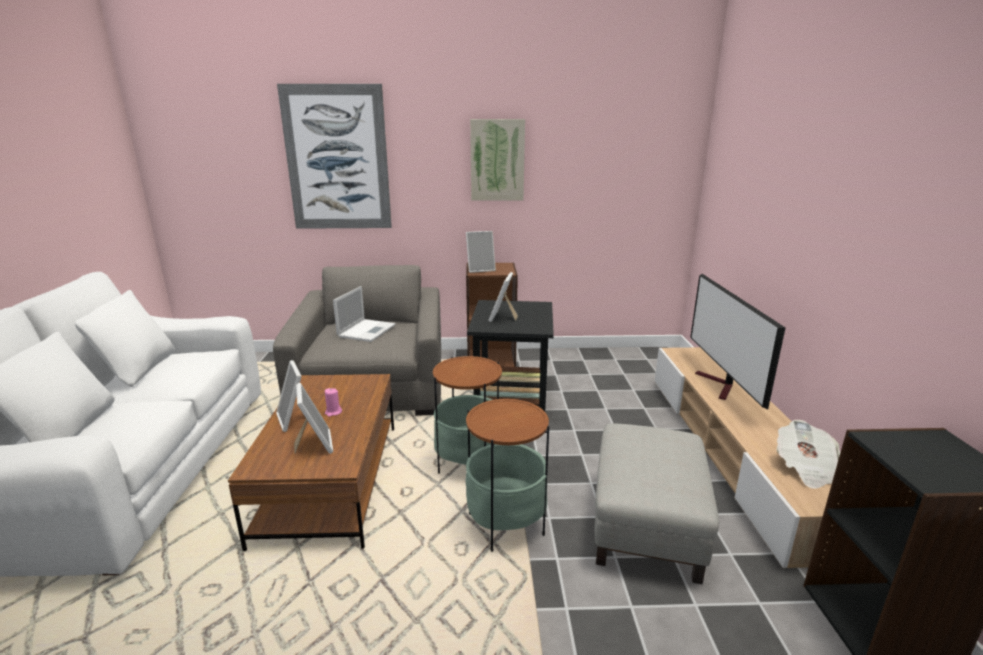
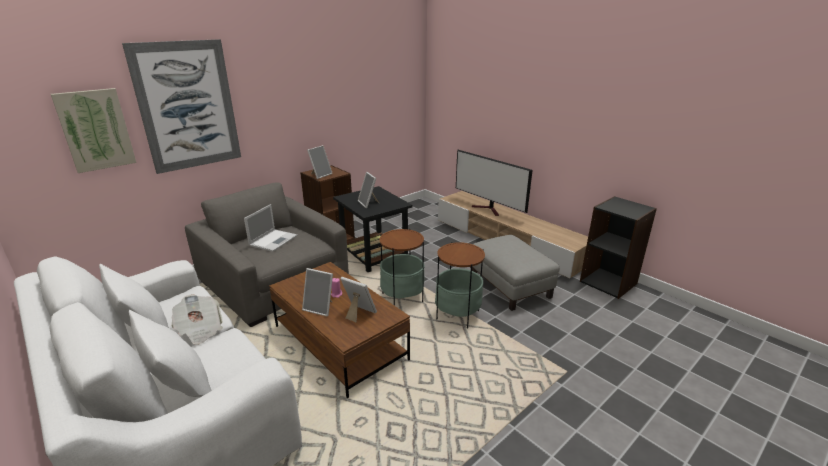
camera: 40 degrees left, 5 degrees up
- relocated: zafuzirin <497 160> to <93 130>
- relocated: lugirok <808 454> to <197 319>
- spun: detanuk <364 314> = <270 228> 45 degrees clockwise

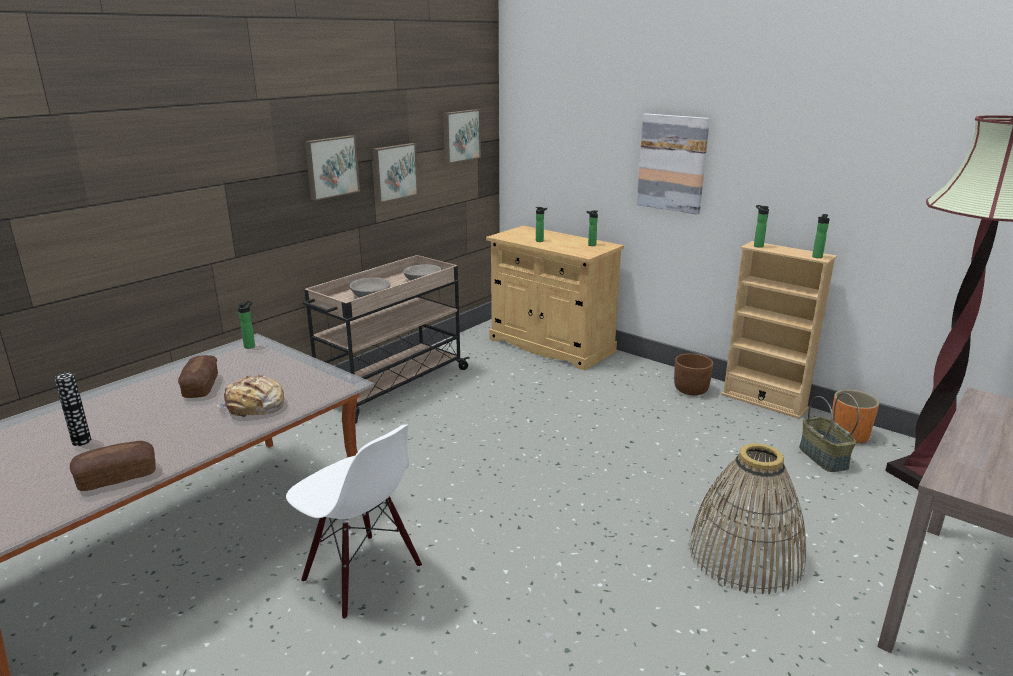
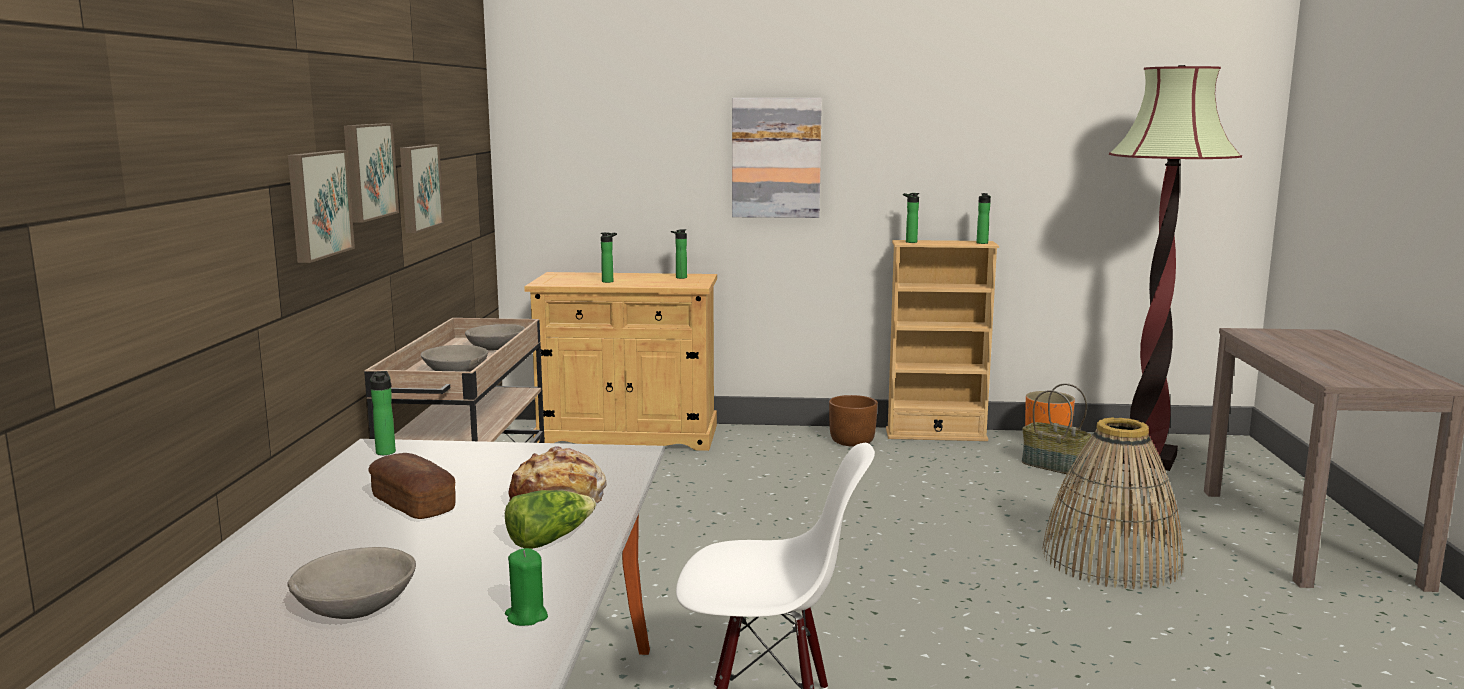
camera: 35 degrees left, 10 degrees down
- appeared: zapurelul <550 519>
- relocated: zafuzirin <462 136> to <321 206>
- exchanged: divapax <72 409> to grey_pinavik <351 583>
- exchanged: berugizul <113 466> to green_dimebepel <526 587>

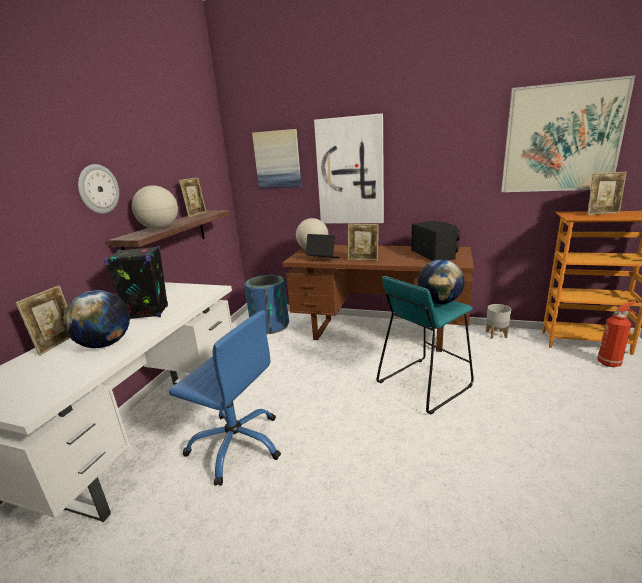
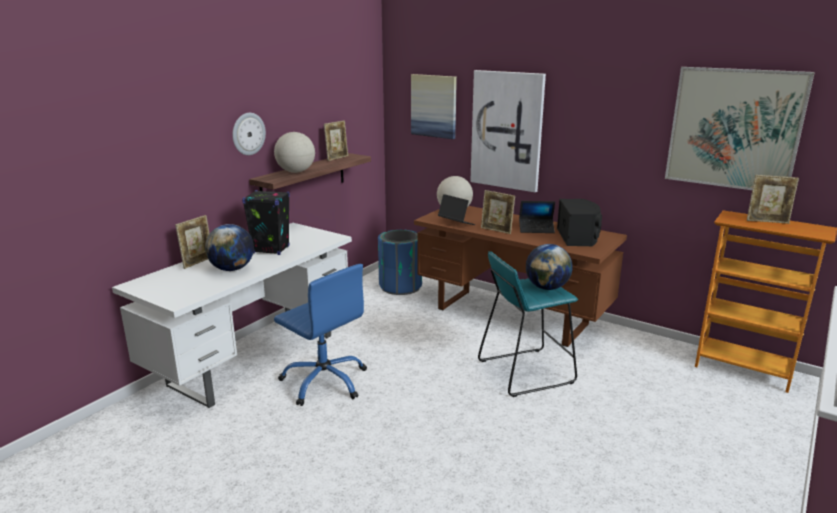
camera: 15 degrees right, 0 degrees up
- missing: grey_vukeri <498 321>
- missing: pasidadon <617 333>
- appeared: detanuk <537 217>

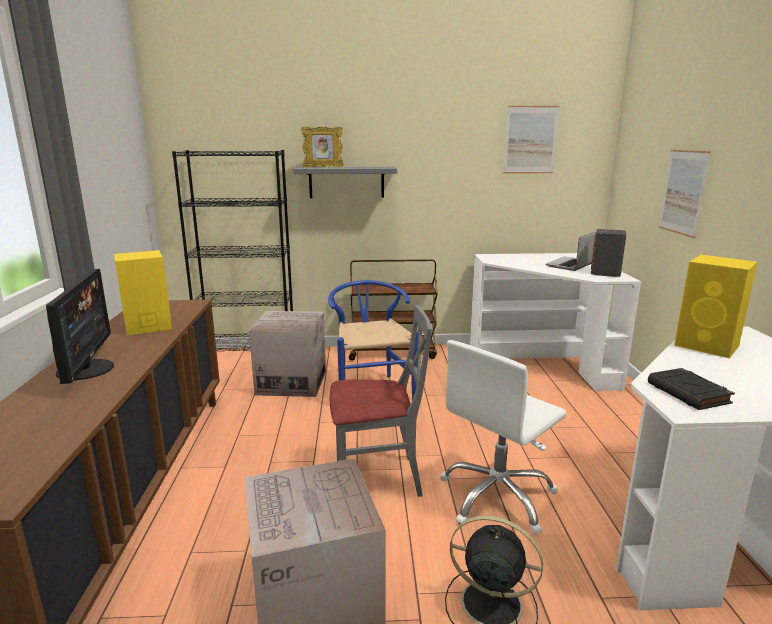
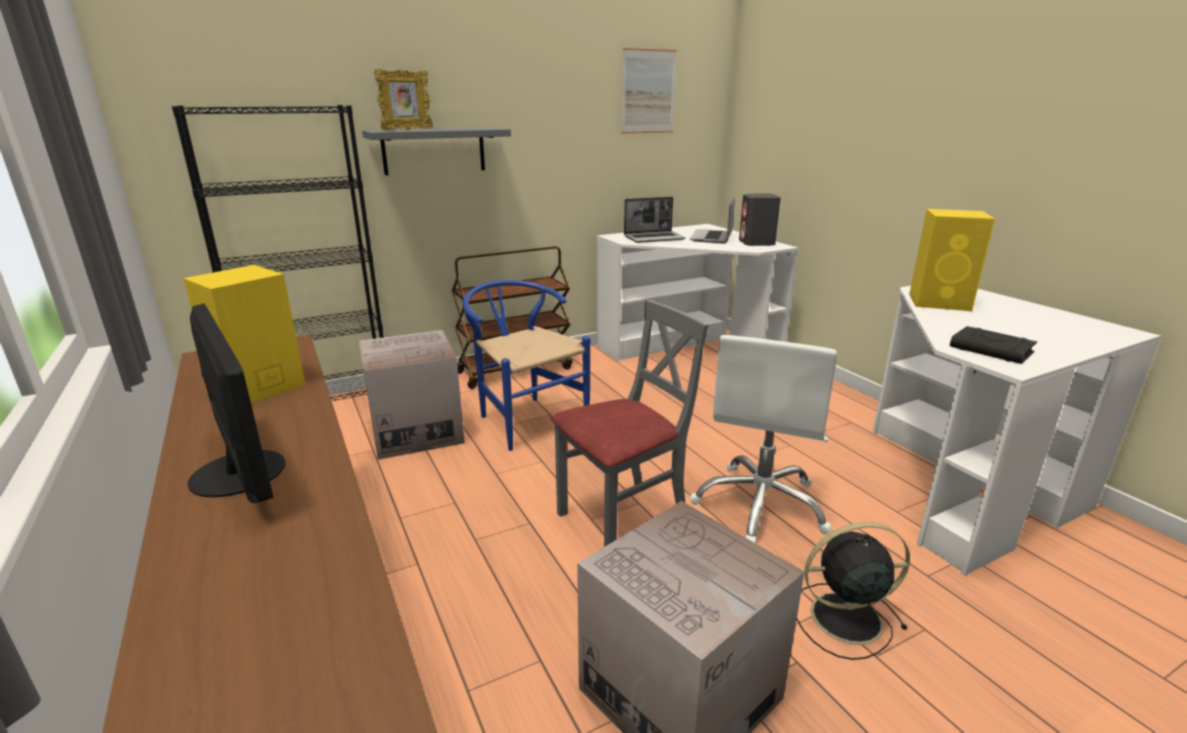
camera: 25 degrees left, 5 degrees up
- missing: zafuzirin <685 194>
- appeared: detanuk <655 220>

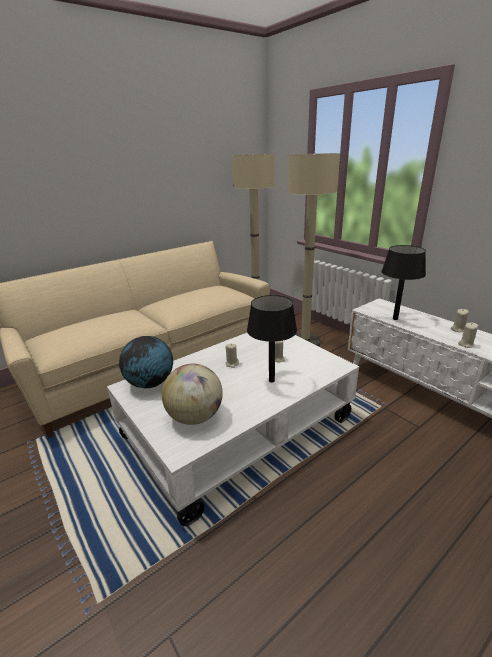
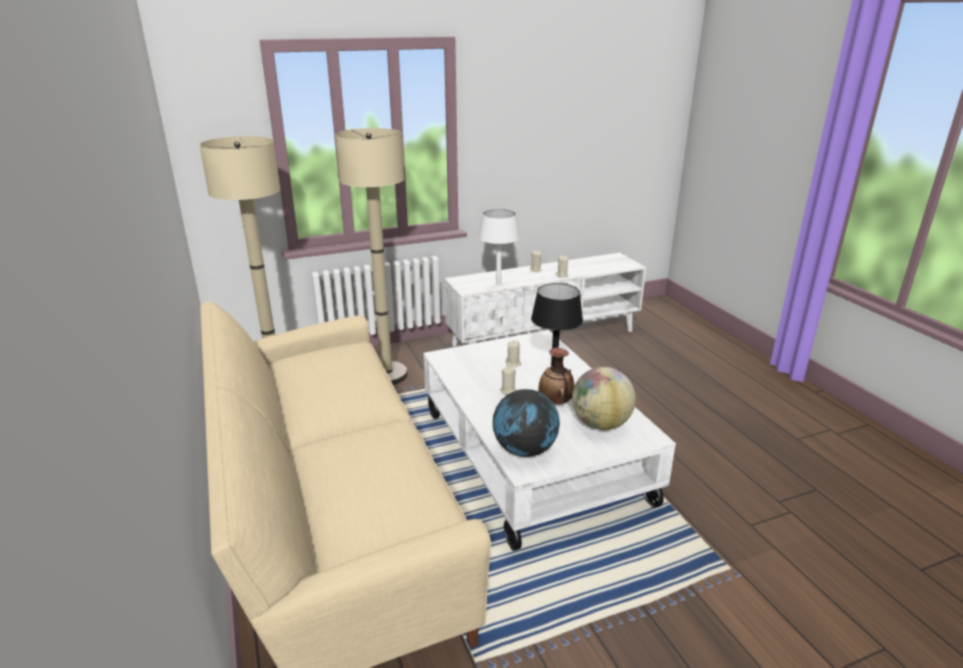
camera: 75 degrees left, 0 degrees up
- appeared: divapax <556 376>
- colour: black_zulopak <403 282> to white_zulopak <499 247>

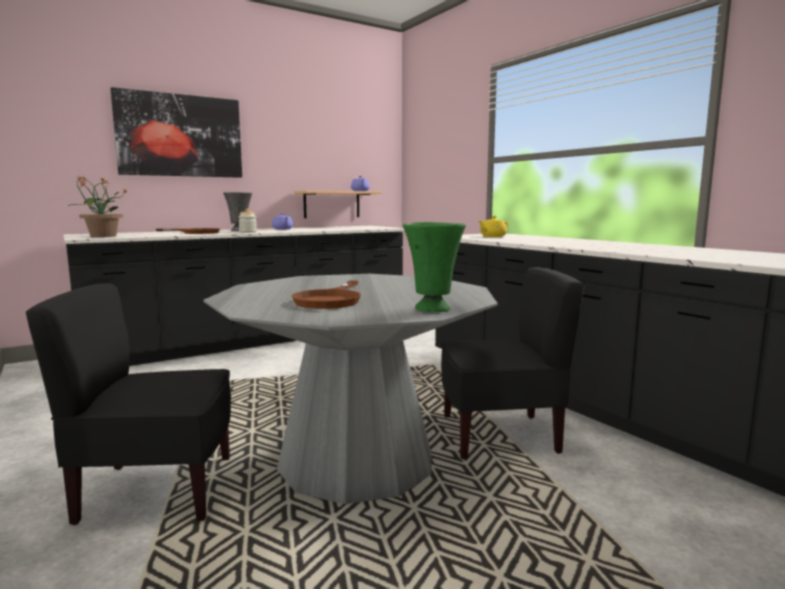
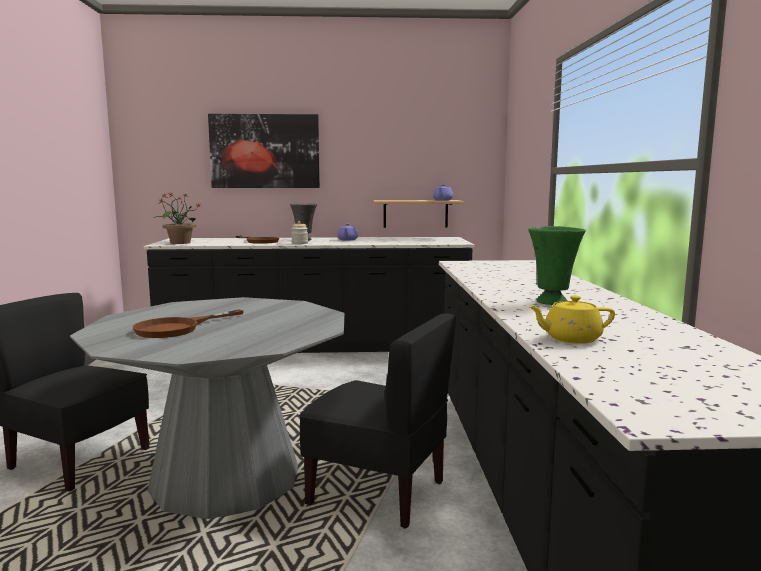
camera: 30 degrees right, 0 degrees up
- relocated: green_divapax <434 267> to <557 265>
- relocated: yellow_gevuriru <493 226> to <571 319>

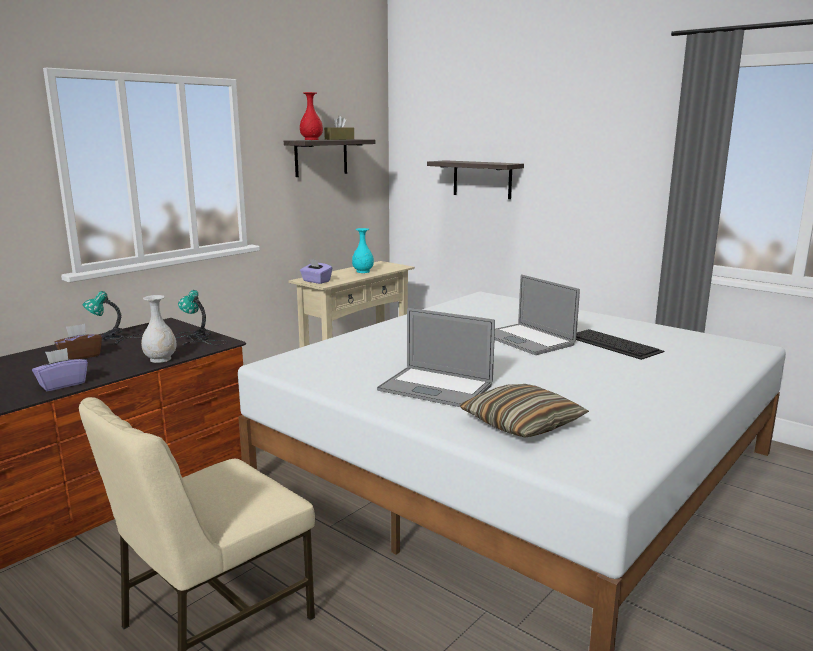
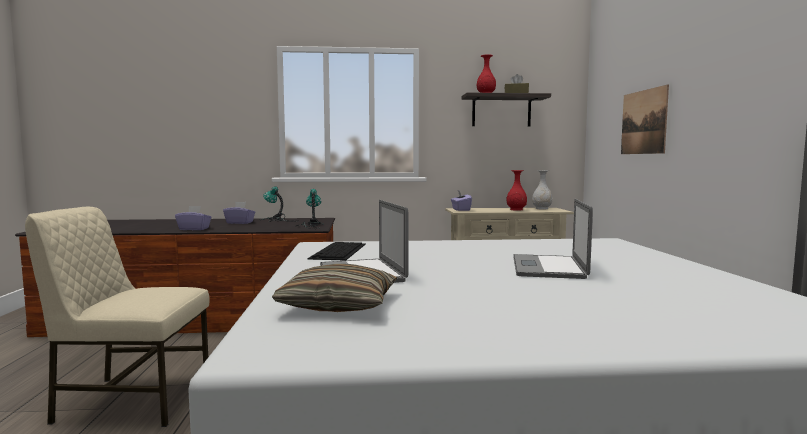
camera: 45 degrees right, 10 degrees down
- relocated: white_divapax <159 329> to <542 189>
- relocated: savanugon <620 344> to <336 251>
- exchanged: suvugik <475 179> to zafuzirin <645 119>
- colour: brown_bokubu <78 342> to purple_bokubu <239 213>
- colour: turquoise_divapax <363 250> to red_divapax <516 190>

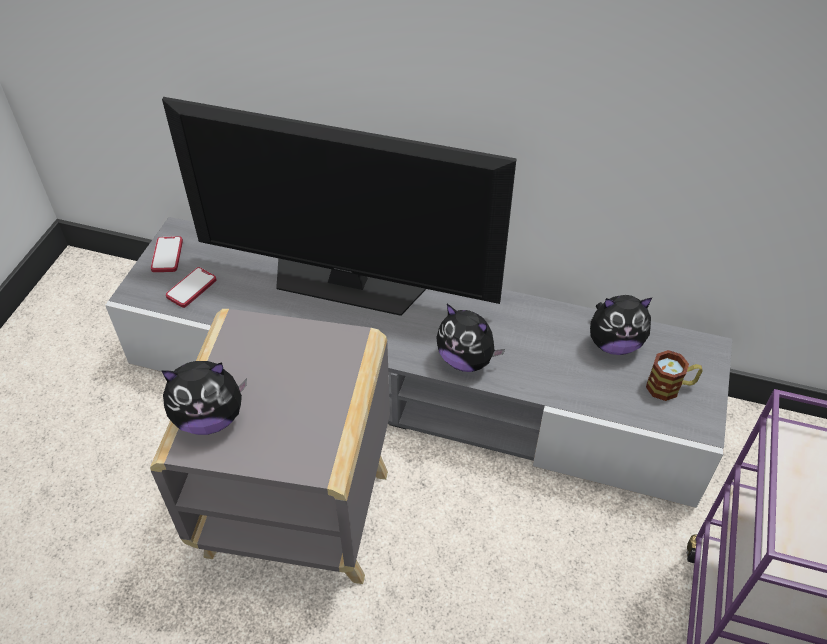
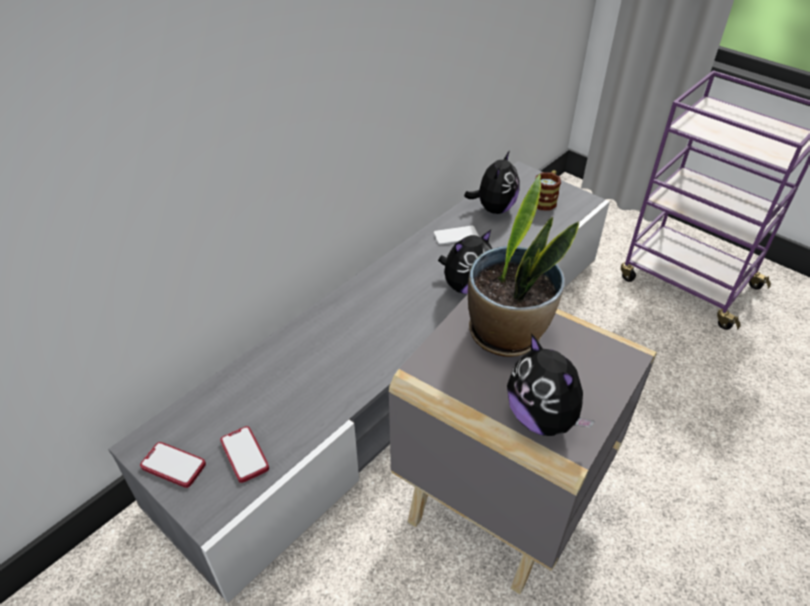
camera: 65 degrees left, 5 degrees down
- missing: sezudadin <339 206>
- appeared: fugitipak <456 235>
- appeared: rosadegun <523 265>
- spun: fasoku <204 398> = <551 384> 135 degrees clockwise

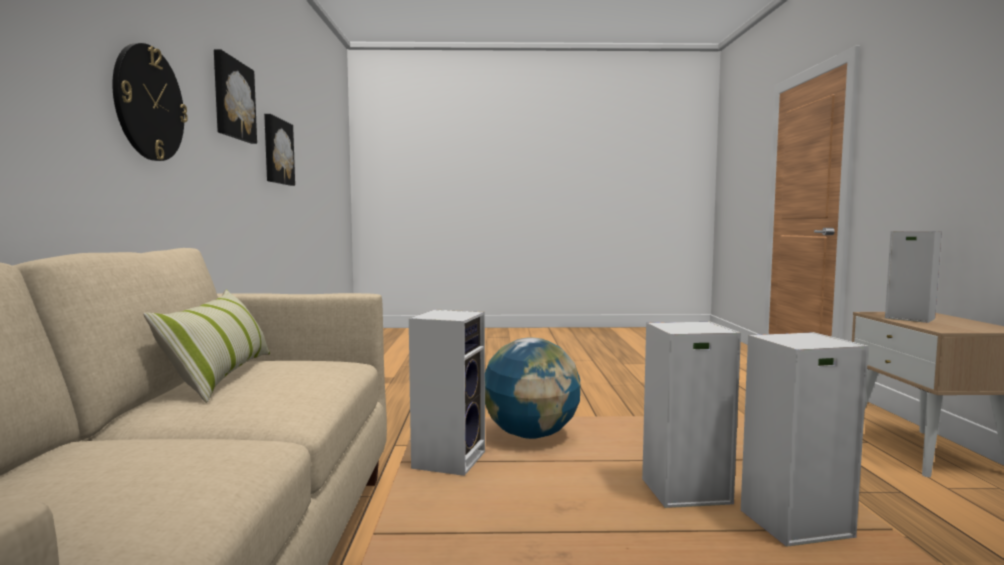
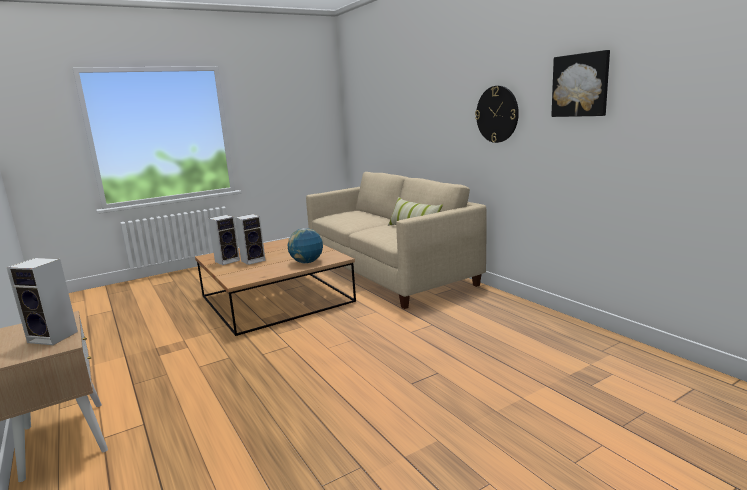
camera: 150 degrees right, 10 degrees up
- missing: zafuzirin <279 150>
- missing: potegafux <447 393>

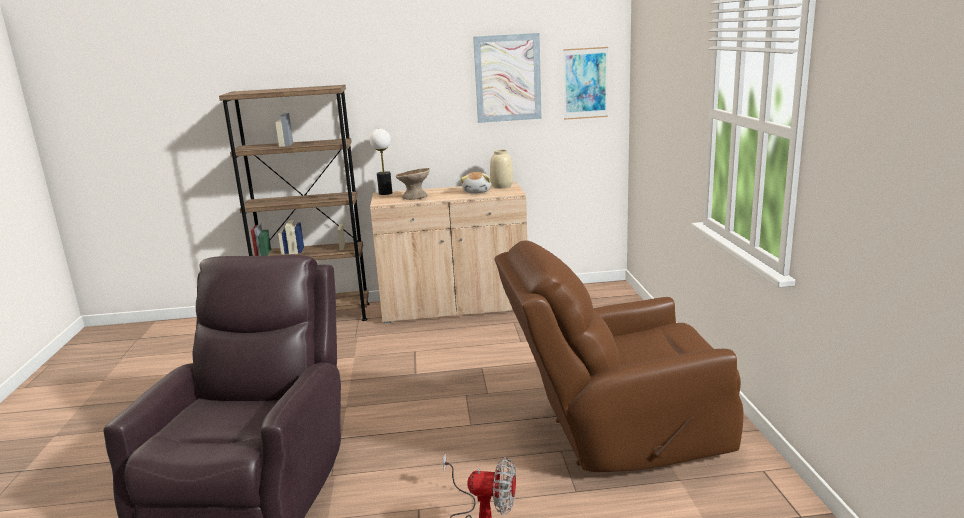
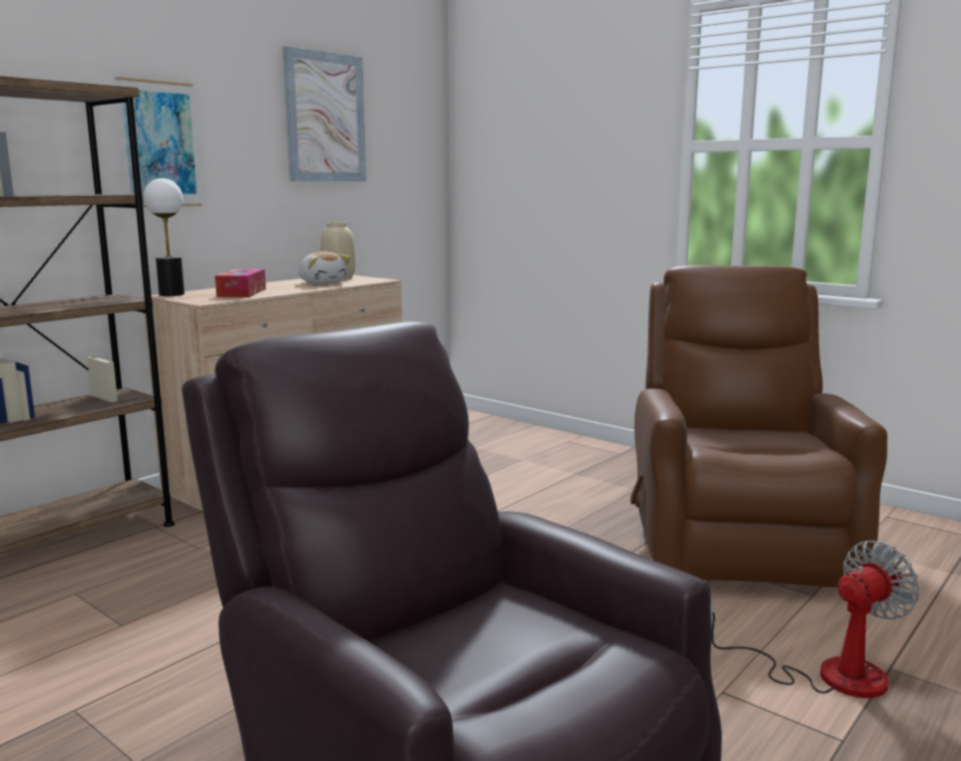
camera: 45 degrees left, 5 degrees down
- relocated: zafuzirin <585 83> to <158 142>
- exchanged: beige_pinavik <413 184> to bokubu <240 283>
- spun: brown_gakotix <618 356> = <758 426> 150 degrees clockwise

